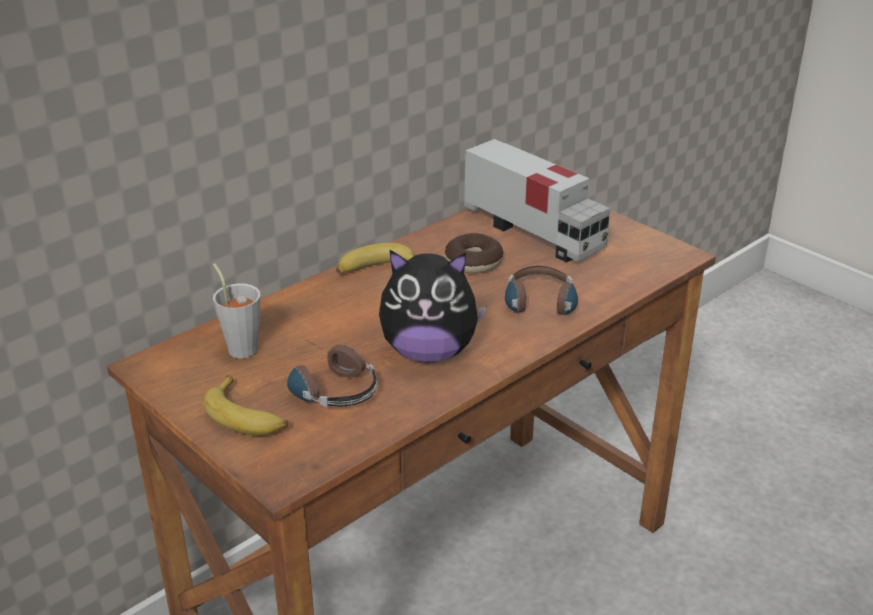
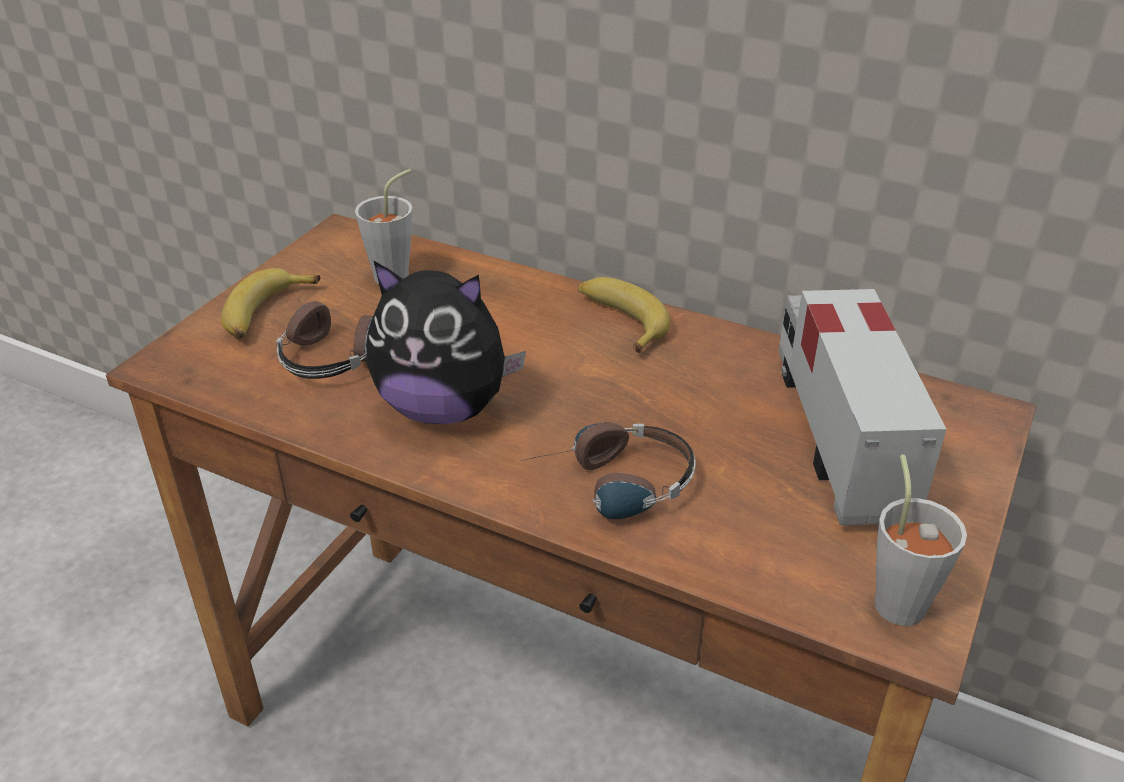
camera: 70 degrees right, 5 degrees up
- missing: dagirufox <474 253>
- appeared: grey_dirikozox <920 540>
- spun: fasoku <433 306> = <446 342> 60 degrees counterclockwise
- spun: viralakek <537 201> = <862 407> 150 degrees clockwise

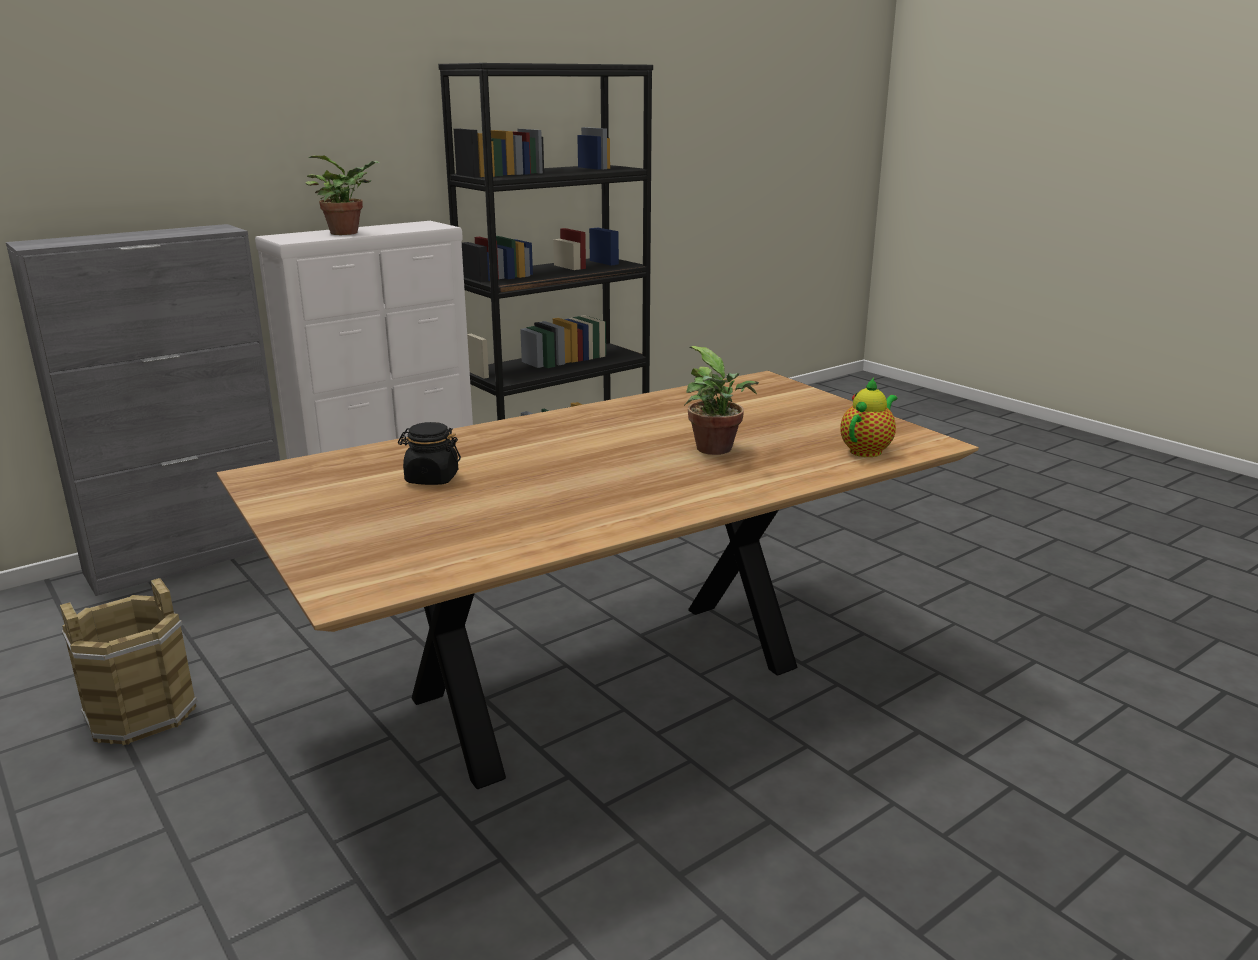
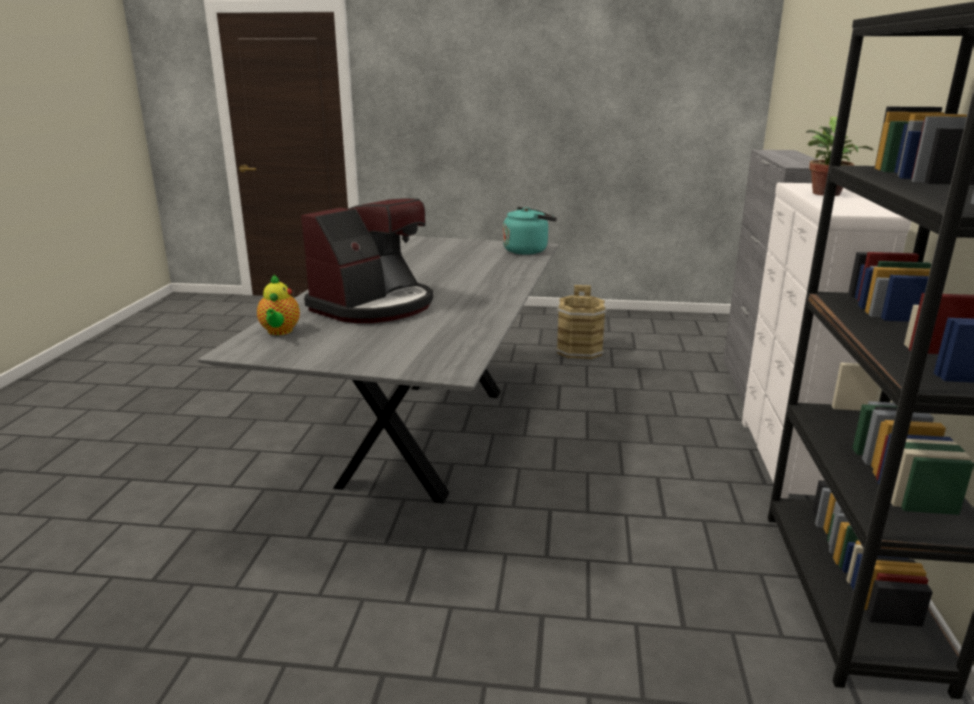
camera: 135 degrees right, 0 degrees up
- missing: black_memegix <429 453>
- appeared: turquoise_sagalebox <530 231>
- exchanged: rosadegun <721 400> to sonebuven <367 260>
- colour: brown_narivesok <598 580> to grey_narivesok <378 369>

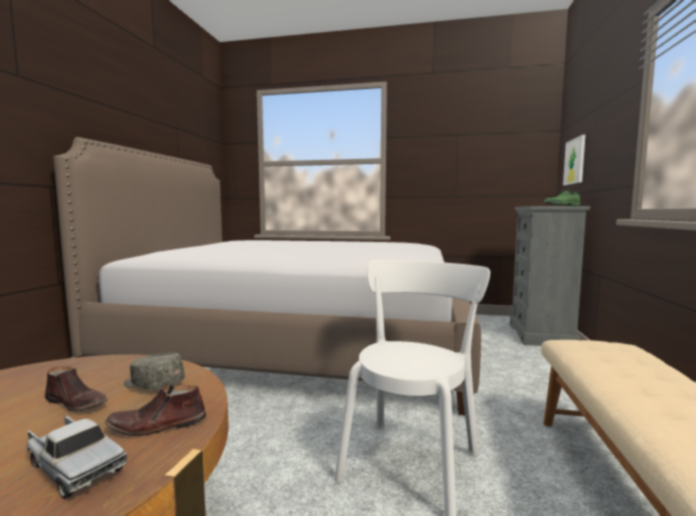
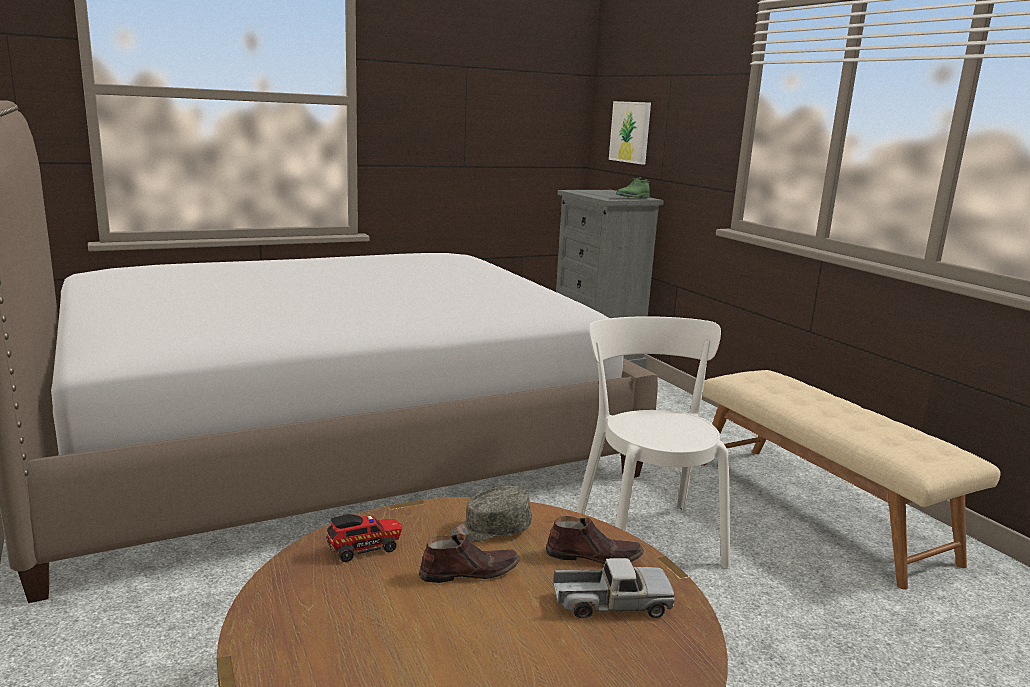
camera: 40 degrees left, 10 degrees up
- appeared: viralakek <364 538>
- spun: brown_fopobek <155 410> = <595 540> 120 degrees counterclockwise

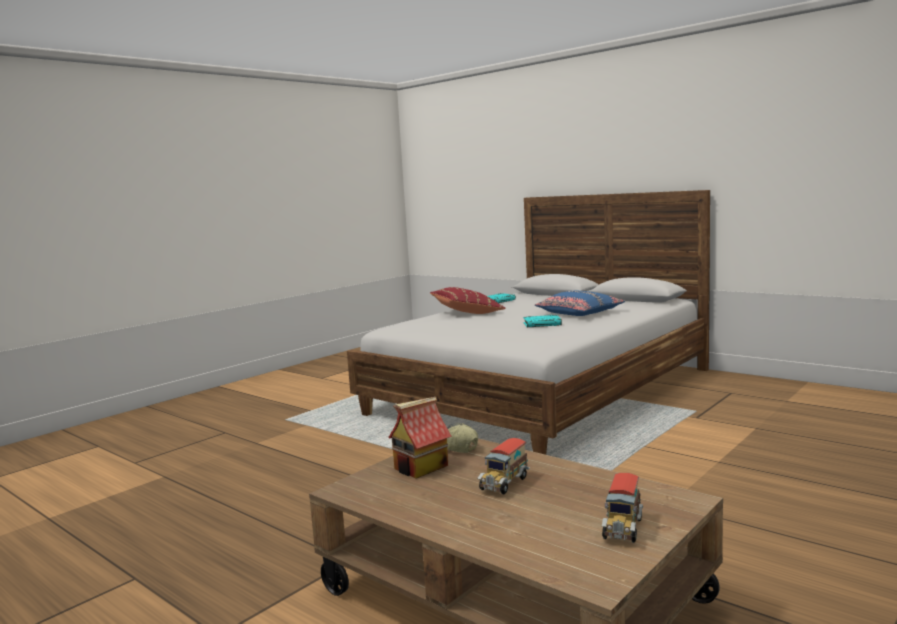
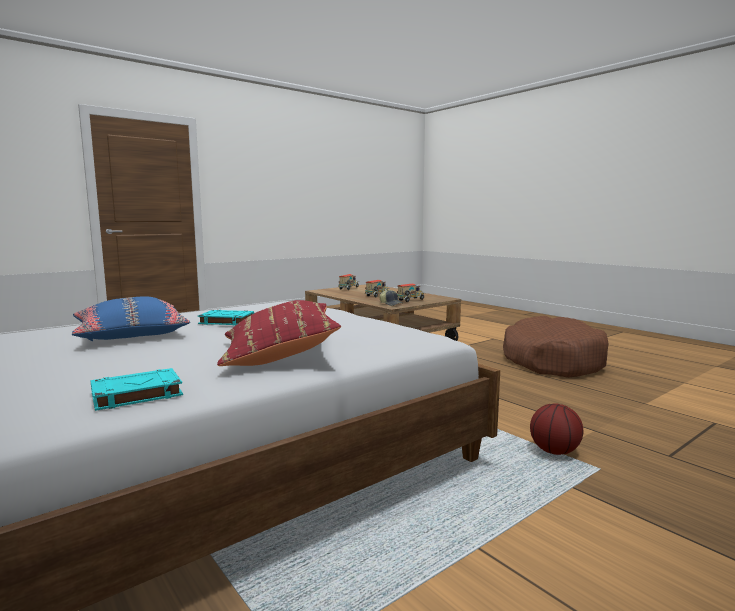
camera: 170 degrees left, 0 degrees up
- appeared: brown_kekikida <556 347>
- appeared: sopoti <556 429>
- exchanged: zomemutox <420 437> to viralakek <410 292>

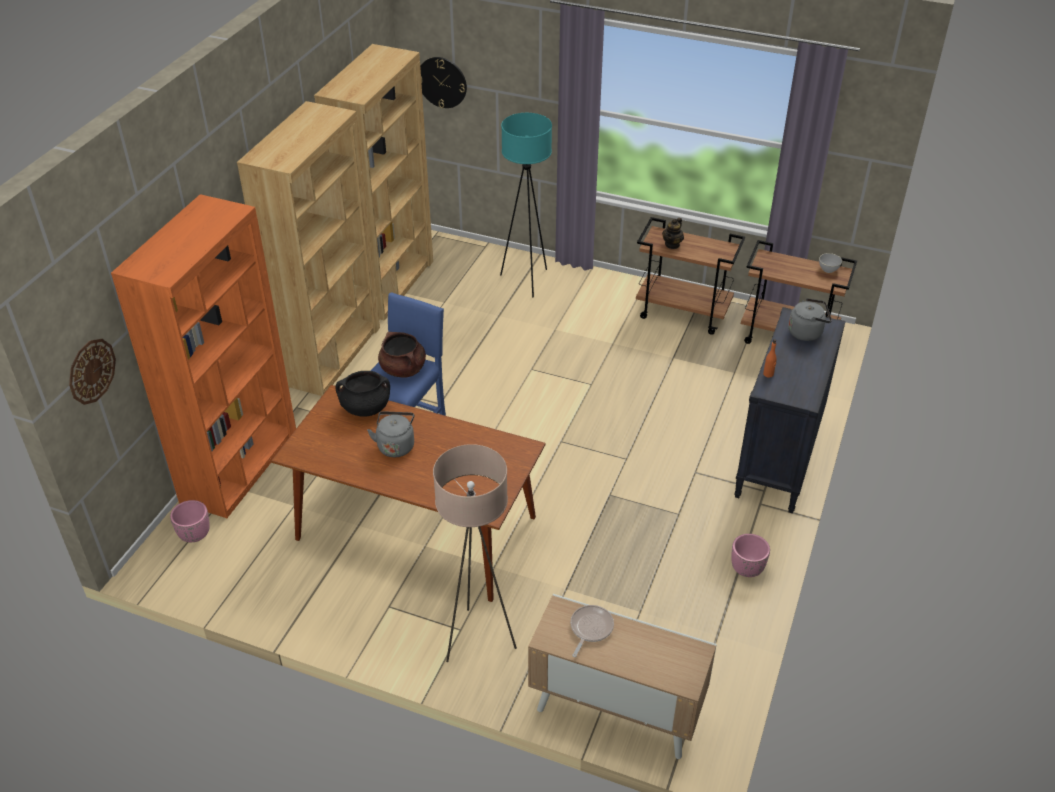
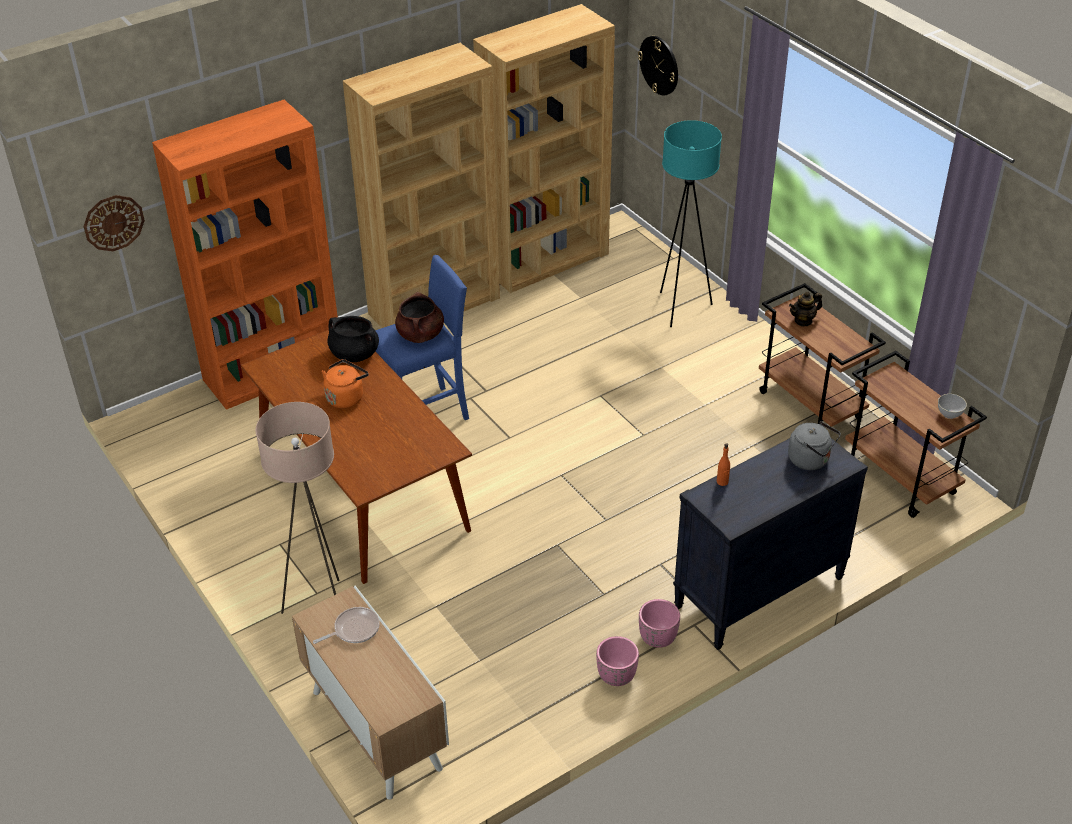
camera: 35 degrees right, 0 degrees up
- relocated: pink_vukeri <190 521> to <659 623>
- colour: grey_sagalebox <390 434> to orange_sagalebox <345 383>

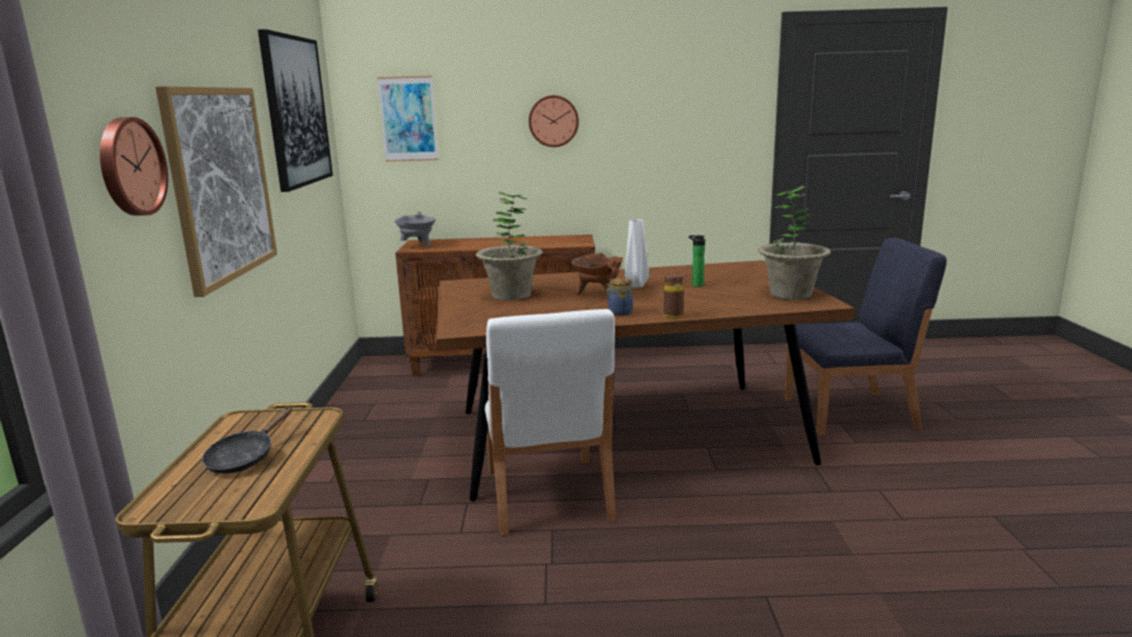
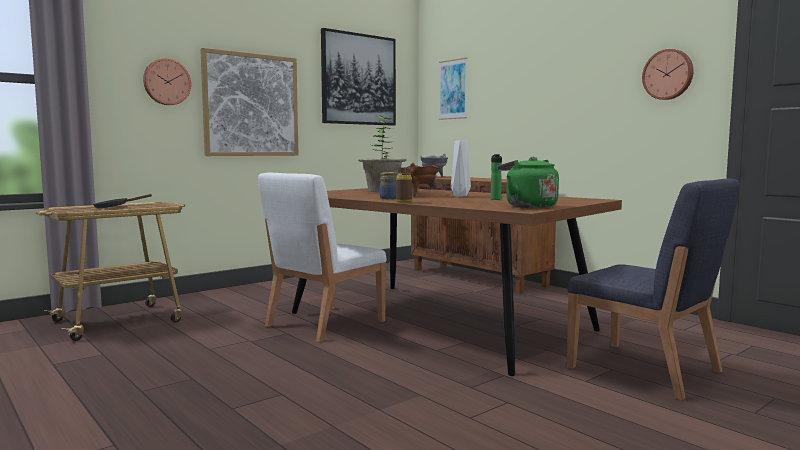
camera: 50 degrees right, 10 degrees down
- relocated: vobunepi <554 121> to <667 74>
- exchanged: rosadegun <794 243> to green_sagalebox <528 182>

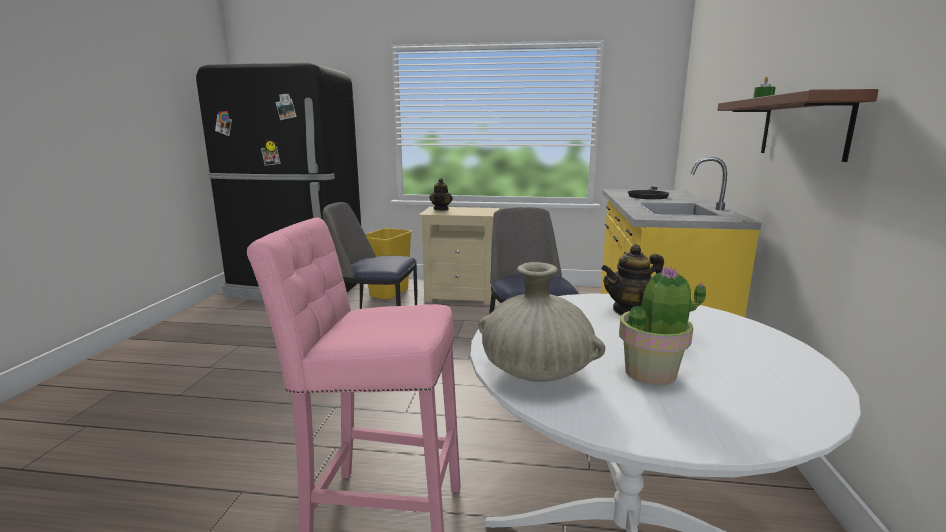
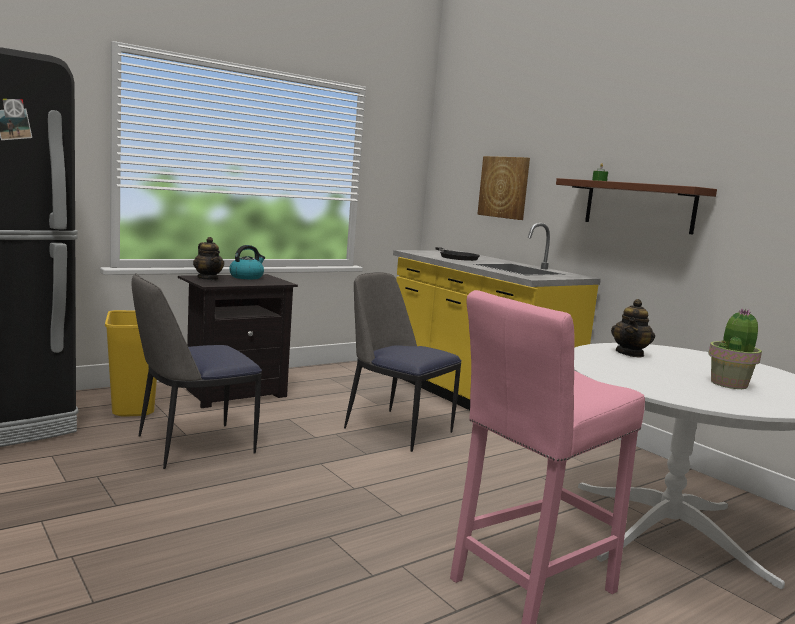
camera: 45 degrees left, 5 degrees down
- missing: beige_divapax <542 322>
- appeared: sagalebox <247 262>
- appeared: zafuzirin <503 188>
- colour: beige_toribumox <459 256> to black_toribumox <238 341>

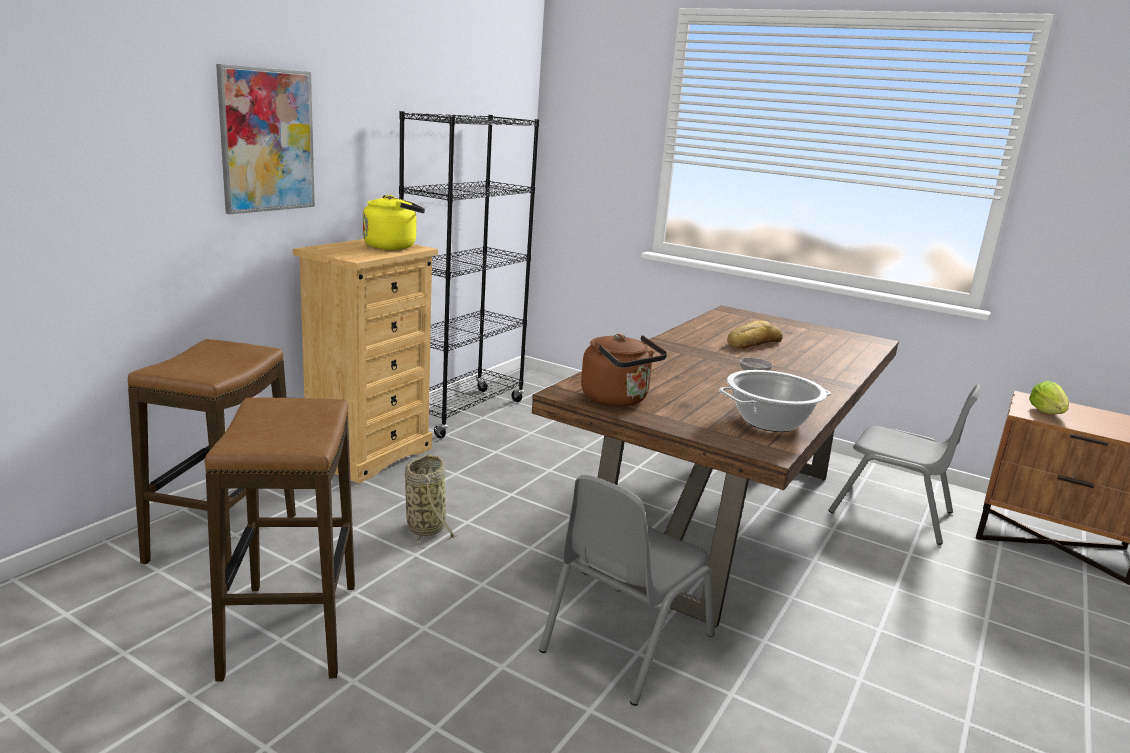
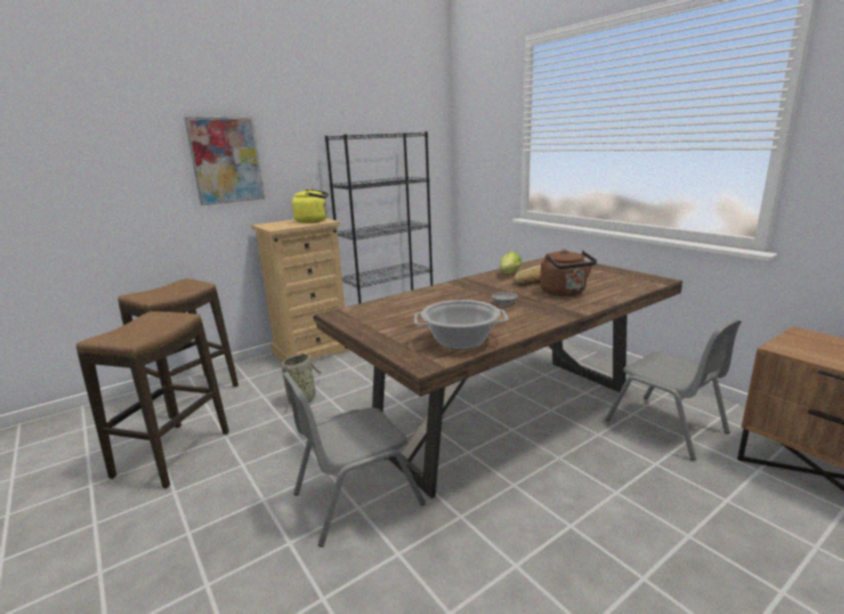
camera: 25 degrees right, 0 degrees up
- relocated: brown_sagalebox <624 370> to <568 272>
- relocated: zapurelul <1049 397> to <511 262>

